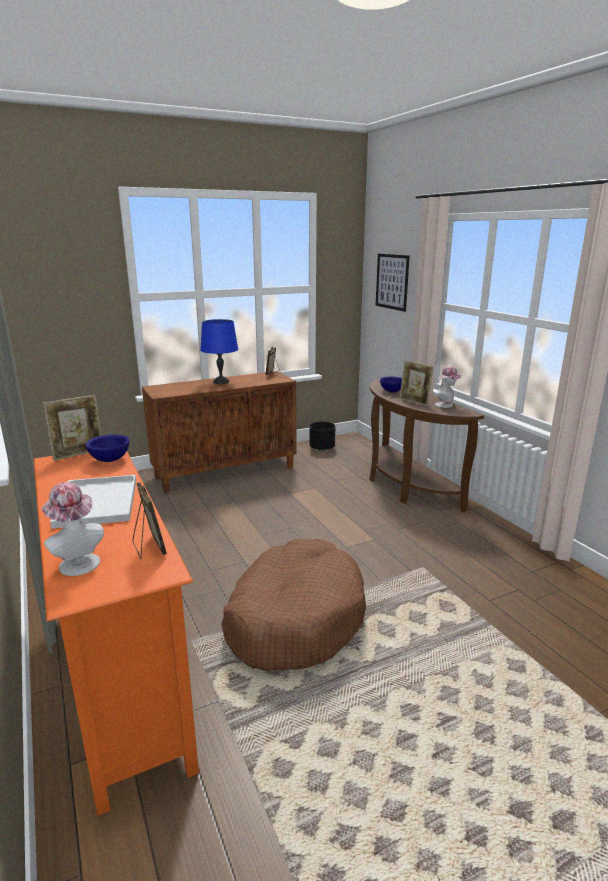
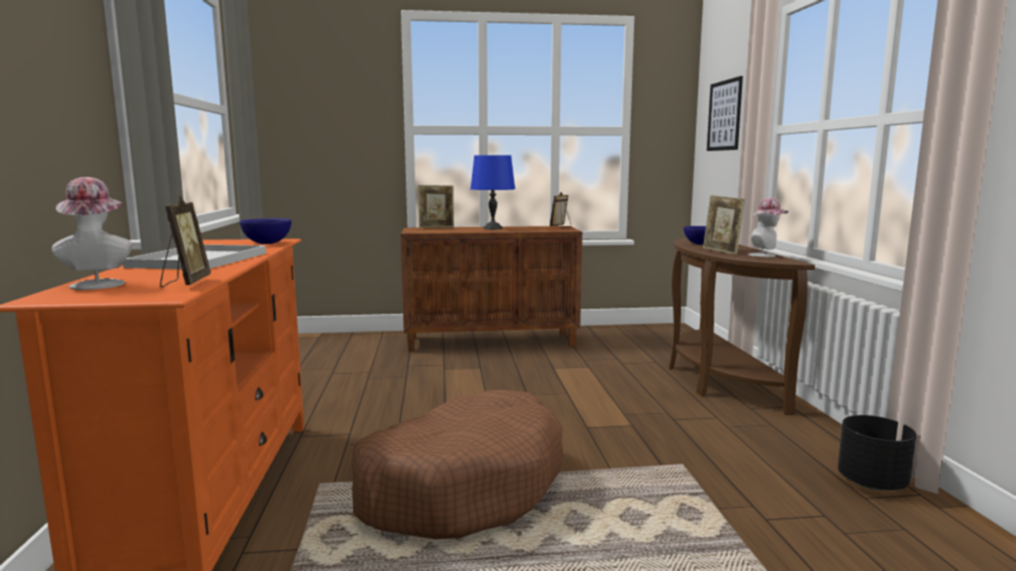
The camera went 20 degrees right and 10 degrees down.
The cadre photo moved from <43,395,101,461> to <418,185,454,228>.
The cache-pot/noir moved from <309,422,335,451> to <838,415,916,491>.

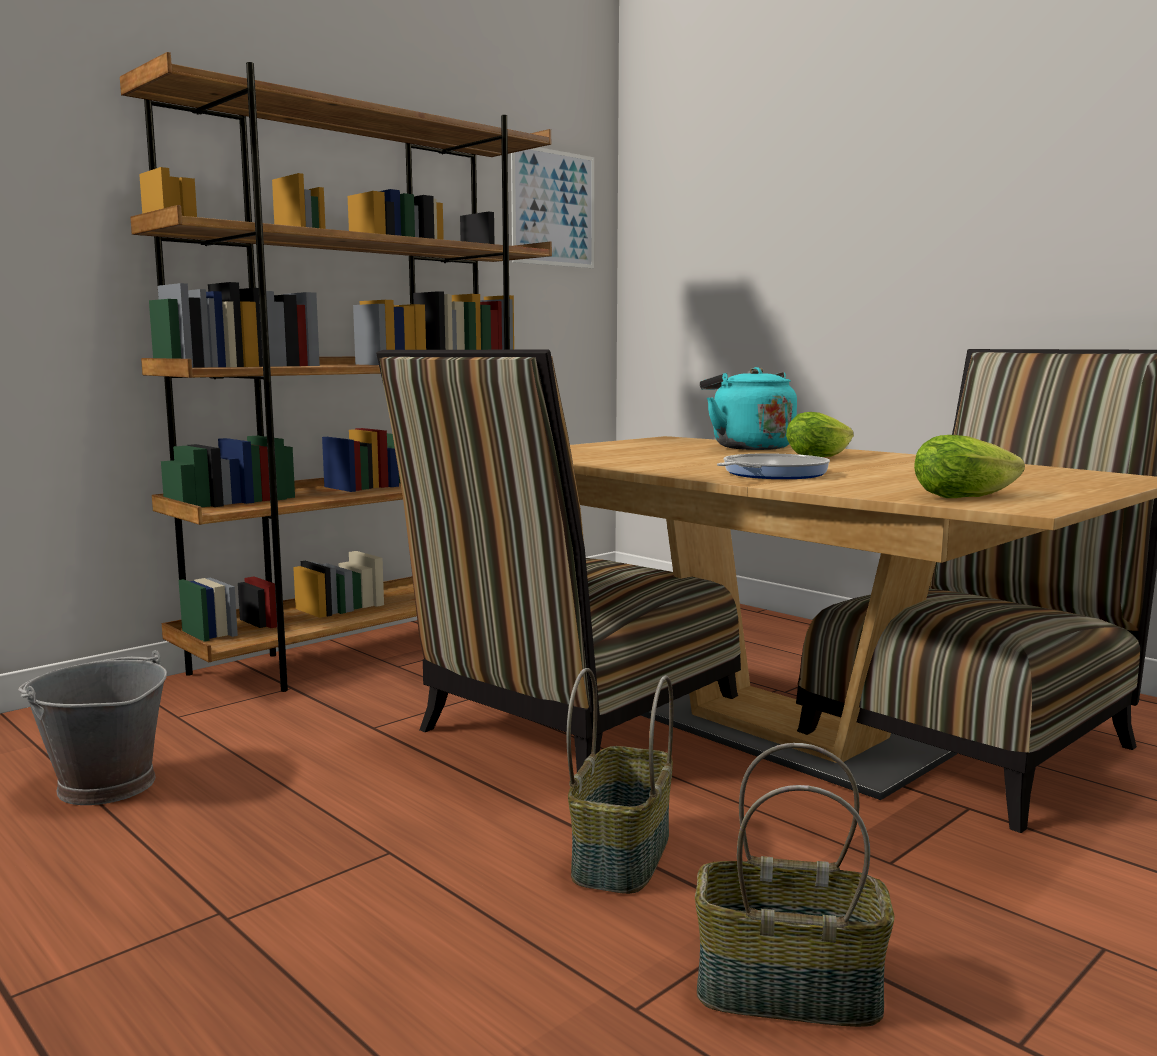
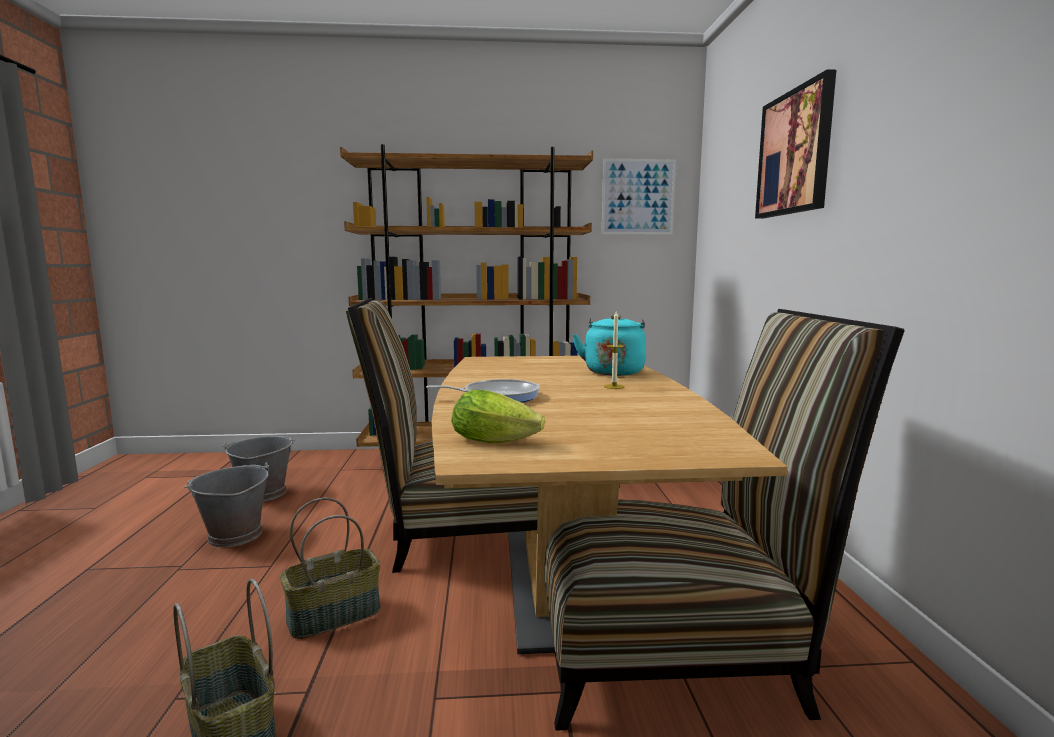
The camera went 40 degrees right and 0 degrees up.
The laitue at <786,412,854,457> was replaced by the bougie at <604,311,624,389>.
The seau/gris at <184,463,269,547> appeared.
The tableau at <755,69,836,219> appeared.

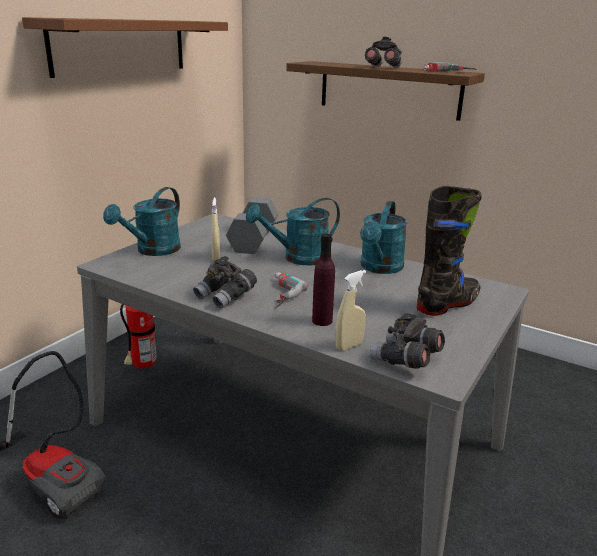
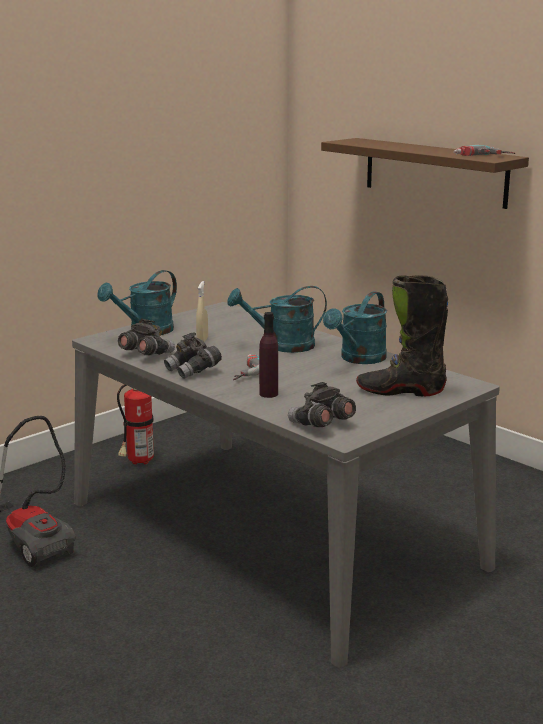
The camera went 15 degrees right and 5 degrees down.
The étagère/marron at <22,17,228,78> disappeared.
The haltère/gris at <226,197,278,254> disappeared.
The vaporisateur/beige at <335,270,366,351> disappeared.
The jumelles/gris moved from <365,37,402,68> to <118,319,175,355>.
The botte/noir at <417,186,482,316> turned 150 degrees counterclockwise.

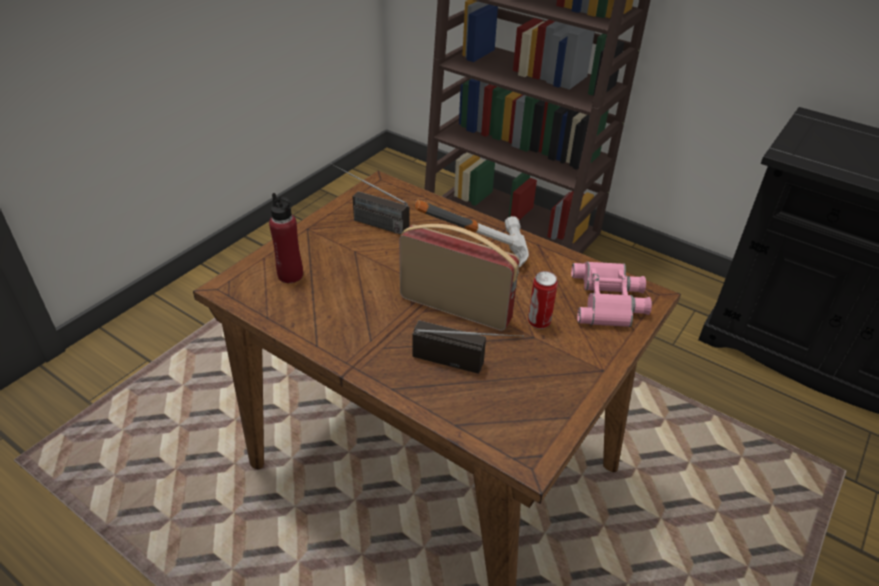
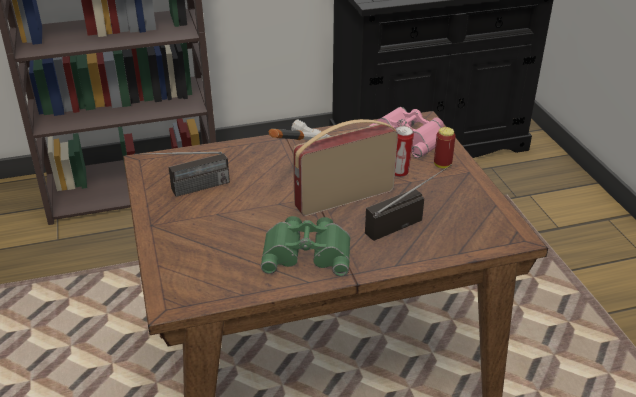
The camera went 50 degrees left and 5 degrees down.
The bouteille/rouge at <269,193,303,283> disappeared.
The jumelles/vert at <261,216,350,276> appeared.
The boîte métallique at <434,127,456,168> appeared.

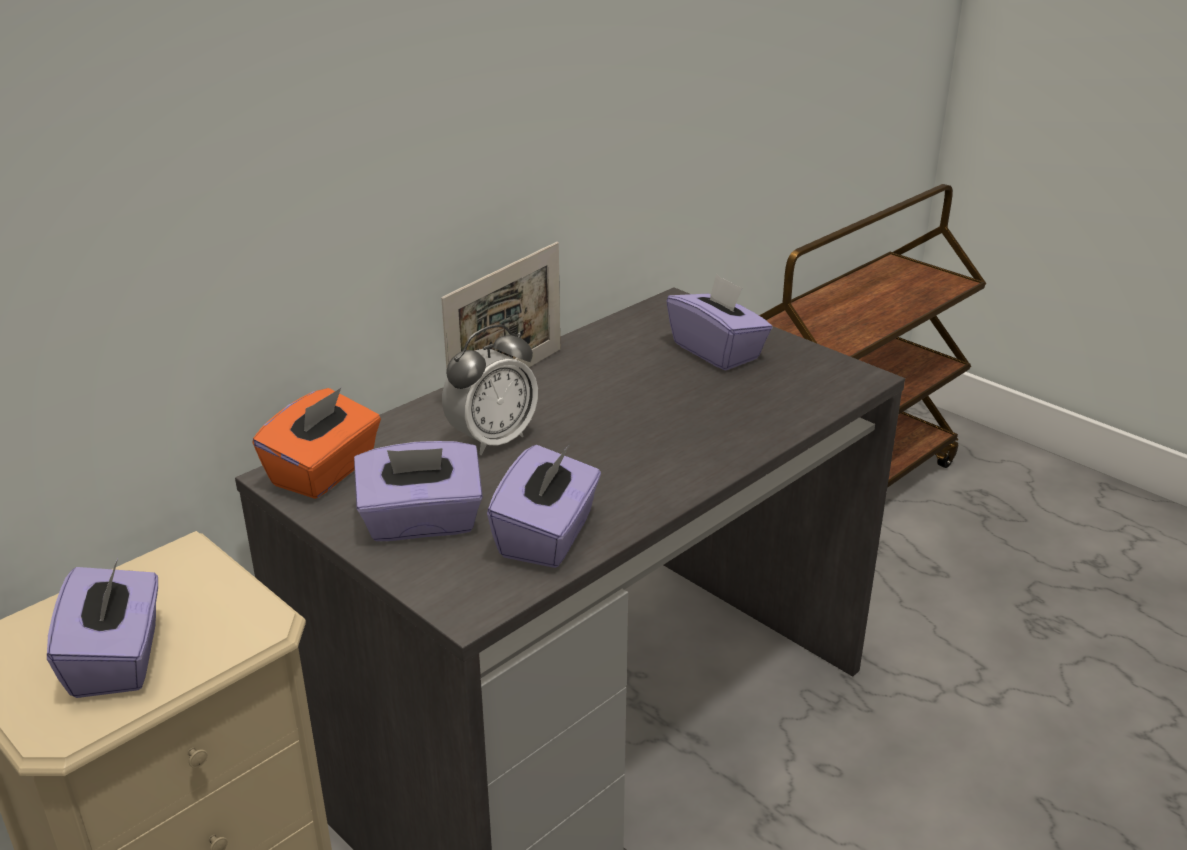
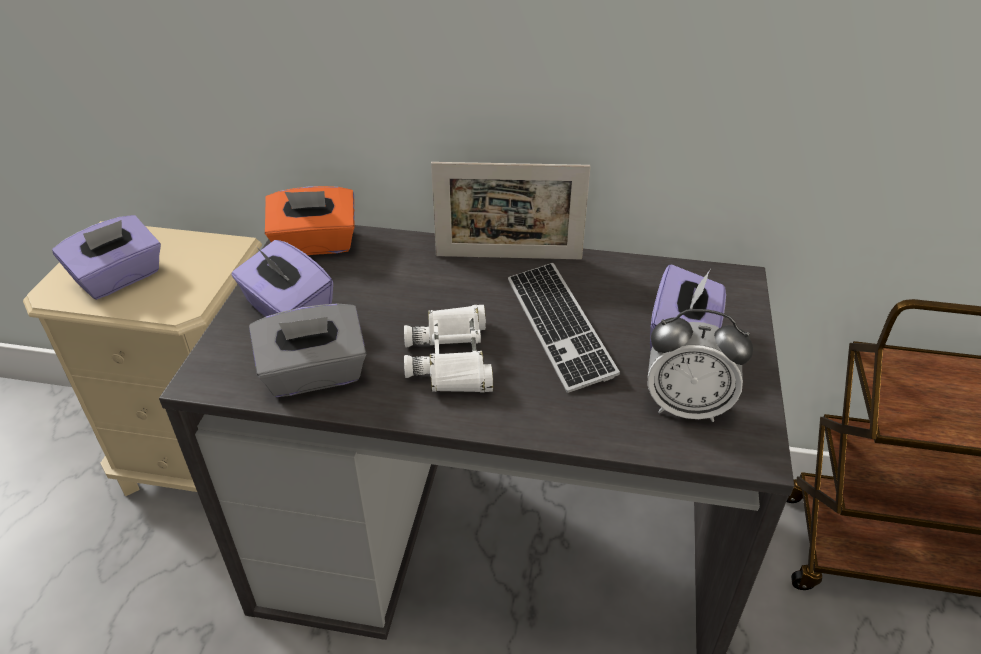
The camera went 55 degrees right and 10 degrees up.
The réveil moved from <442,325,538,455> to <648,309,753,422>.
The boîte à mouchoirs/violet at <487,445,601,568> became the boîte à mouchoirs/gris at <249,304,366,397>.
The jumelles/blanc at <404,305,493,393> appeared.
The clavier at <508,263,620,393> appeared.

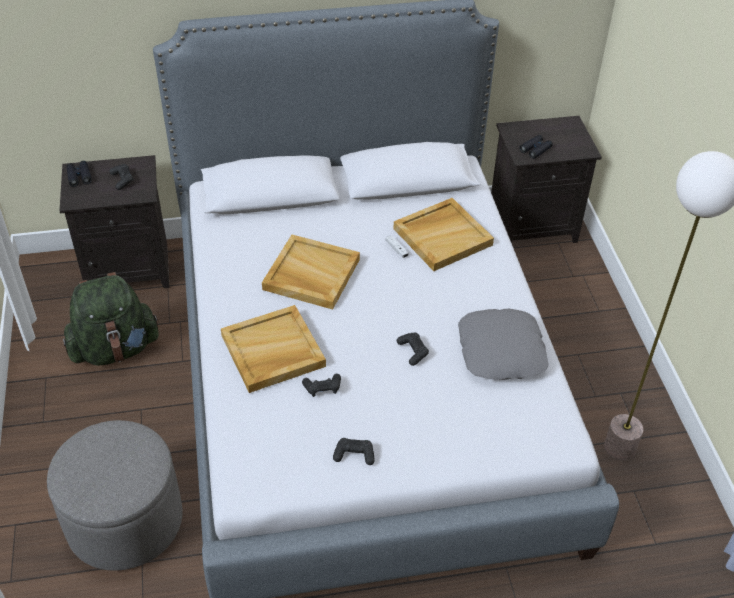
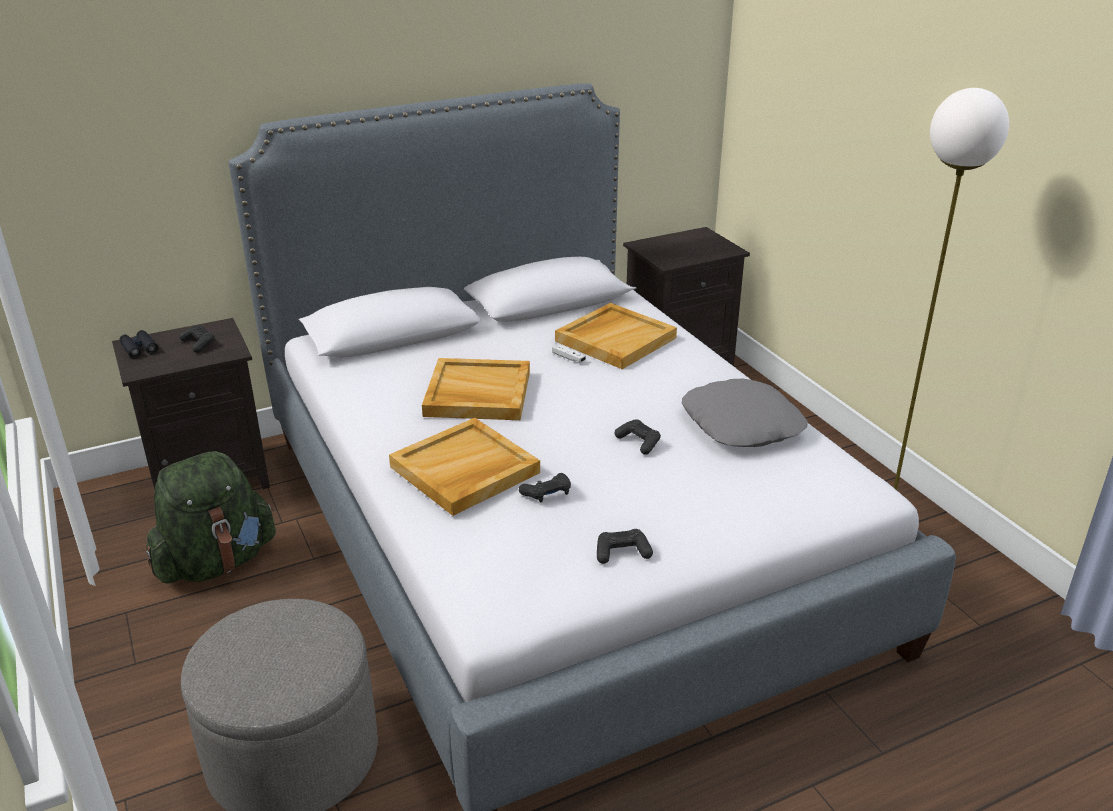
The camera went 15 degrees left and 15 degrees down.
The jumelles/noir at <519,135,553,159> disappeared.

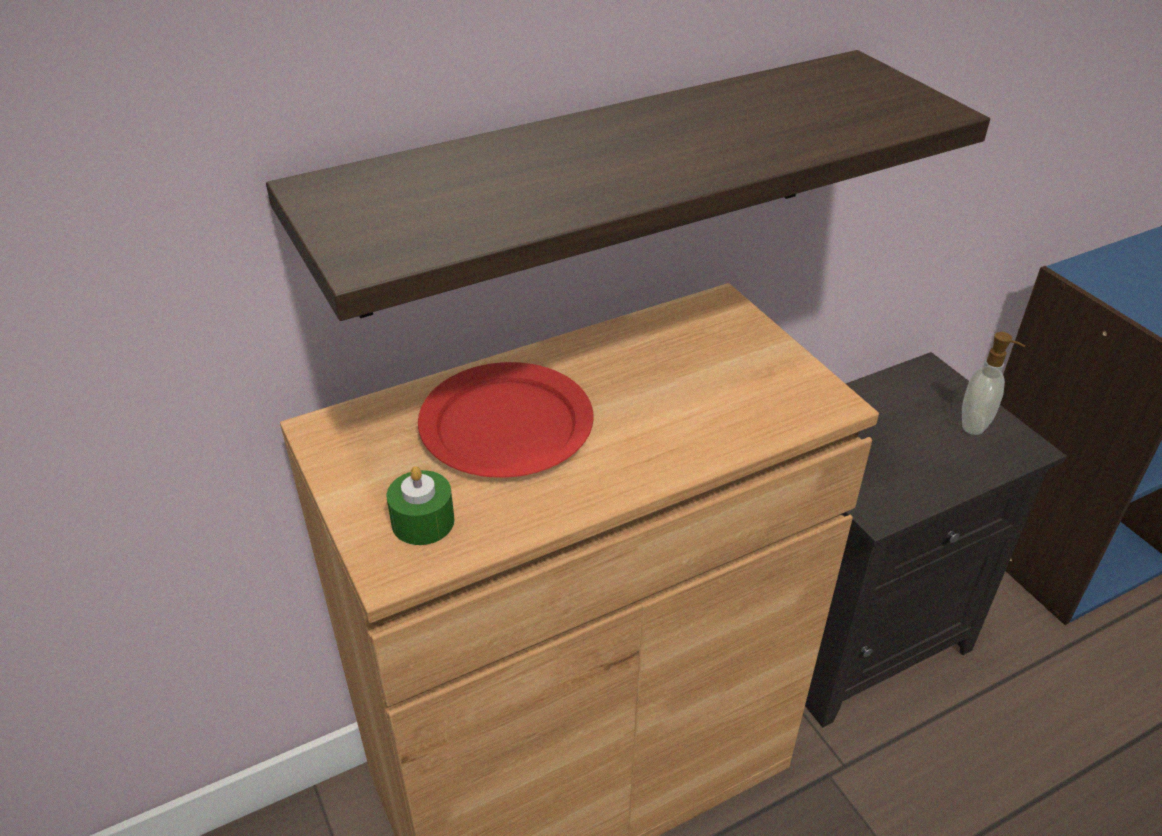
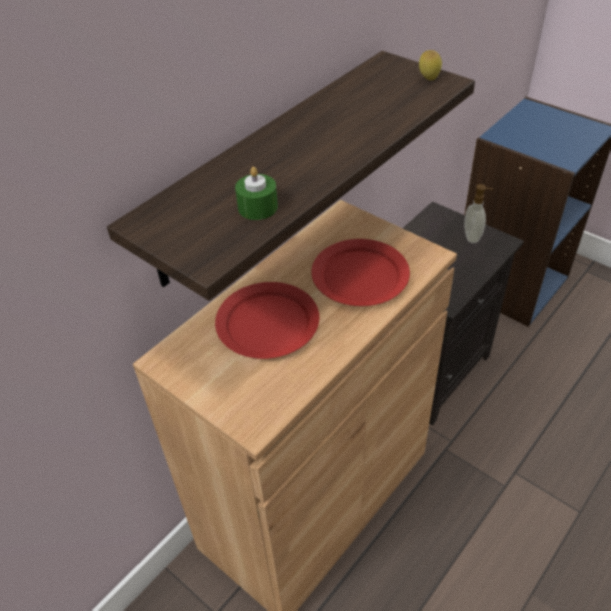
The camera went 20 degrees left and 5 degrees up.
The bougie/vert moved from <387,466,455,545> to <235,167,278,220>.
The assiette/rouge at <311,239,410,306> appeared.
The citron at <419,50,442,80> appeared.

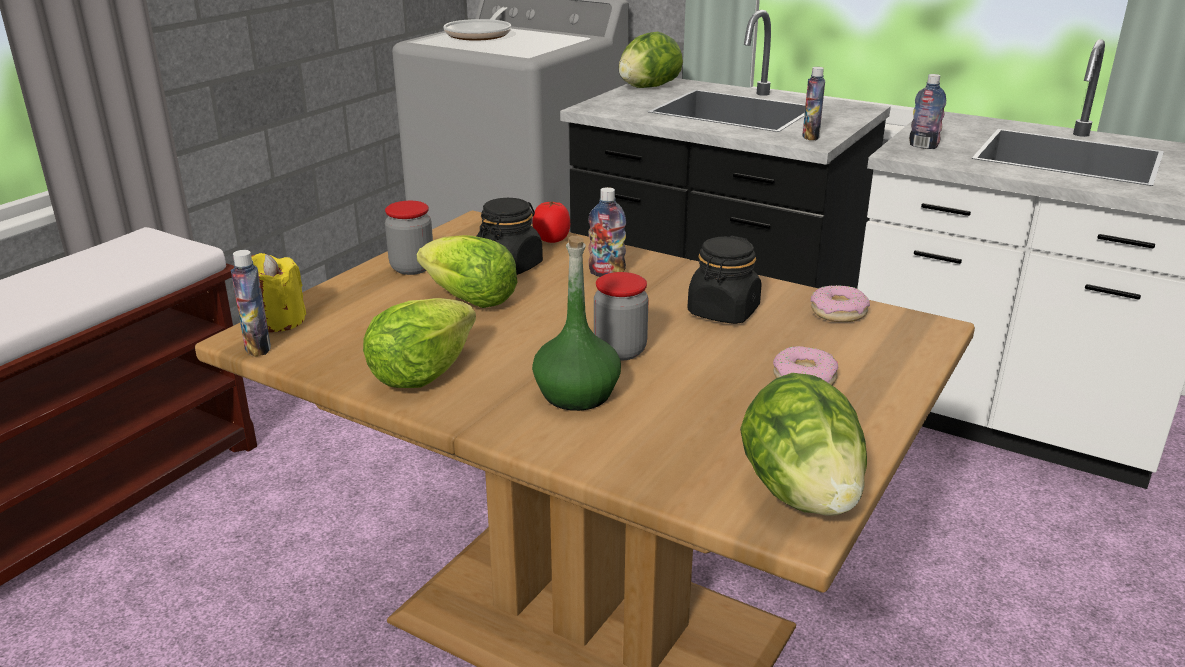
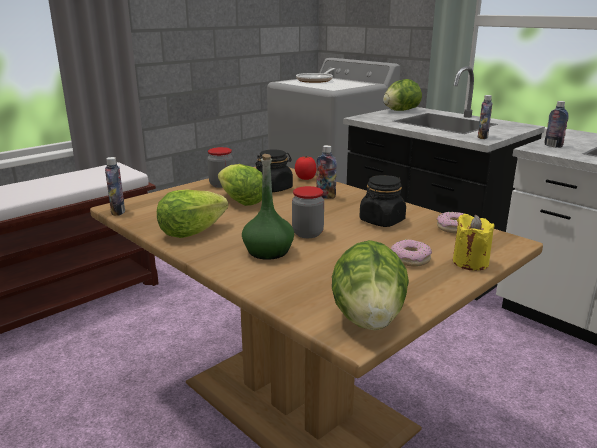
The camera went 15 degrees right and 5 degrees down.
The bougie/jaune moved from <251,253,306,332> to <453,214,494,270>.

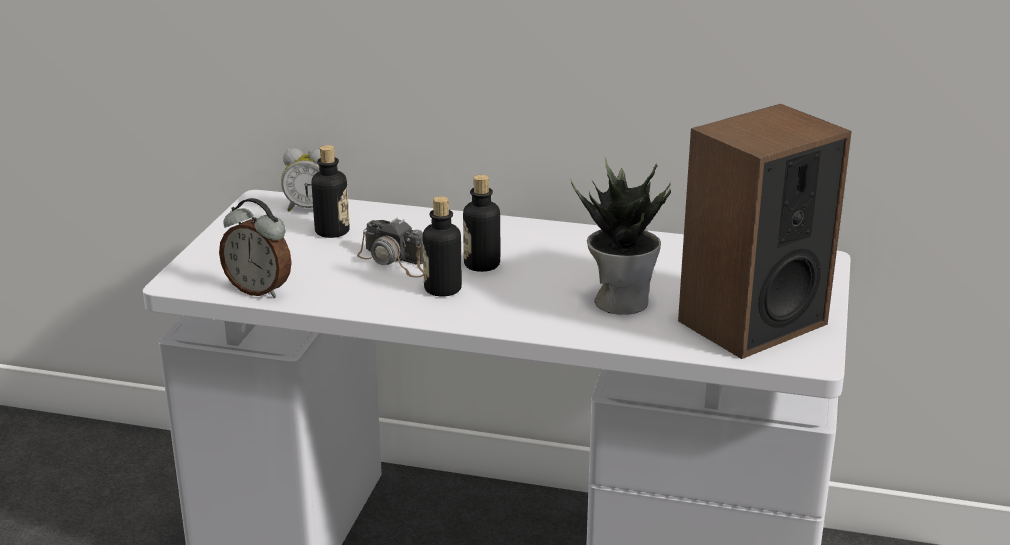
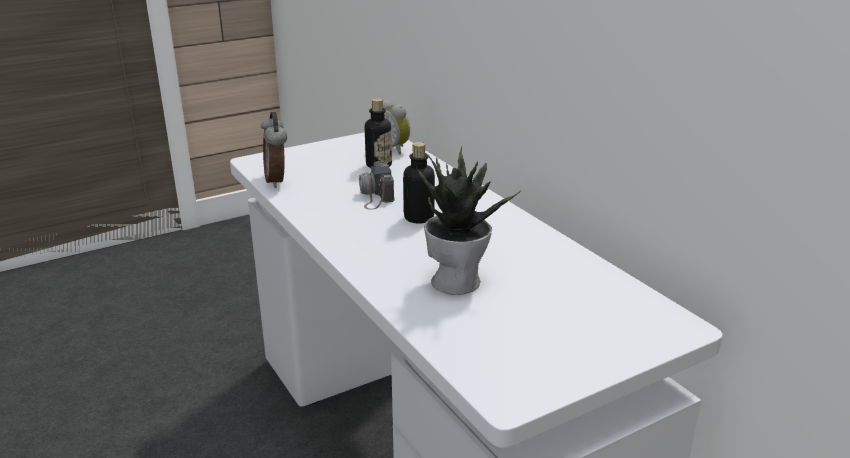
The camera went 45 degrees right and 0 degrees up.
The bouteille at <423,196,462,296> disappeared.
The enceinte at <678,104,852,359> disappeared.

